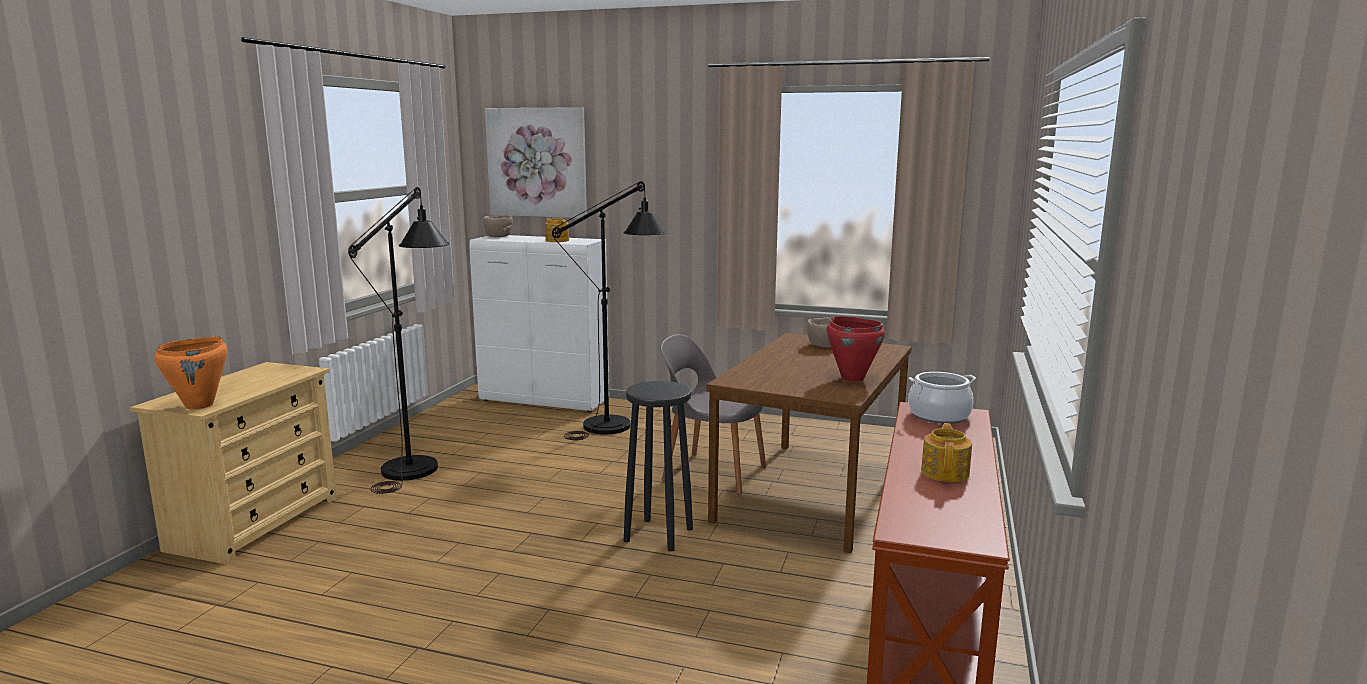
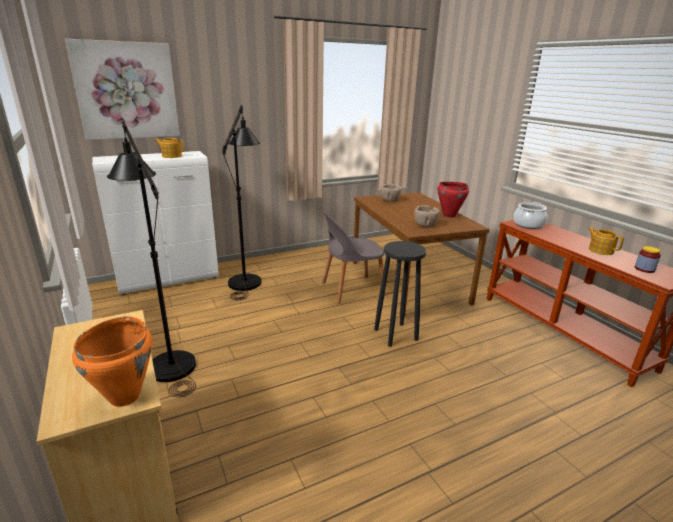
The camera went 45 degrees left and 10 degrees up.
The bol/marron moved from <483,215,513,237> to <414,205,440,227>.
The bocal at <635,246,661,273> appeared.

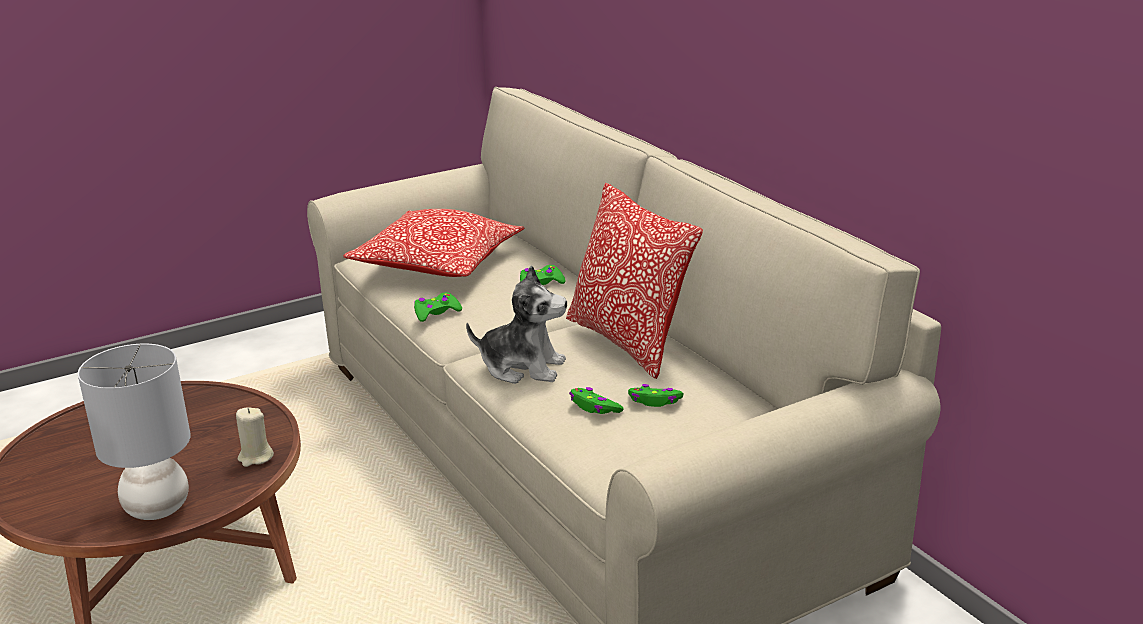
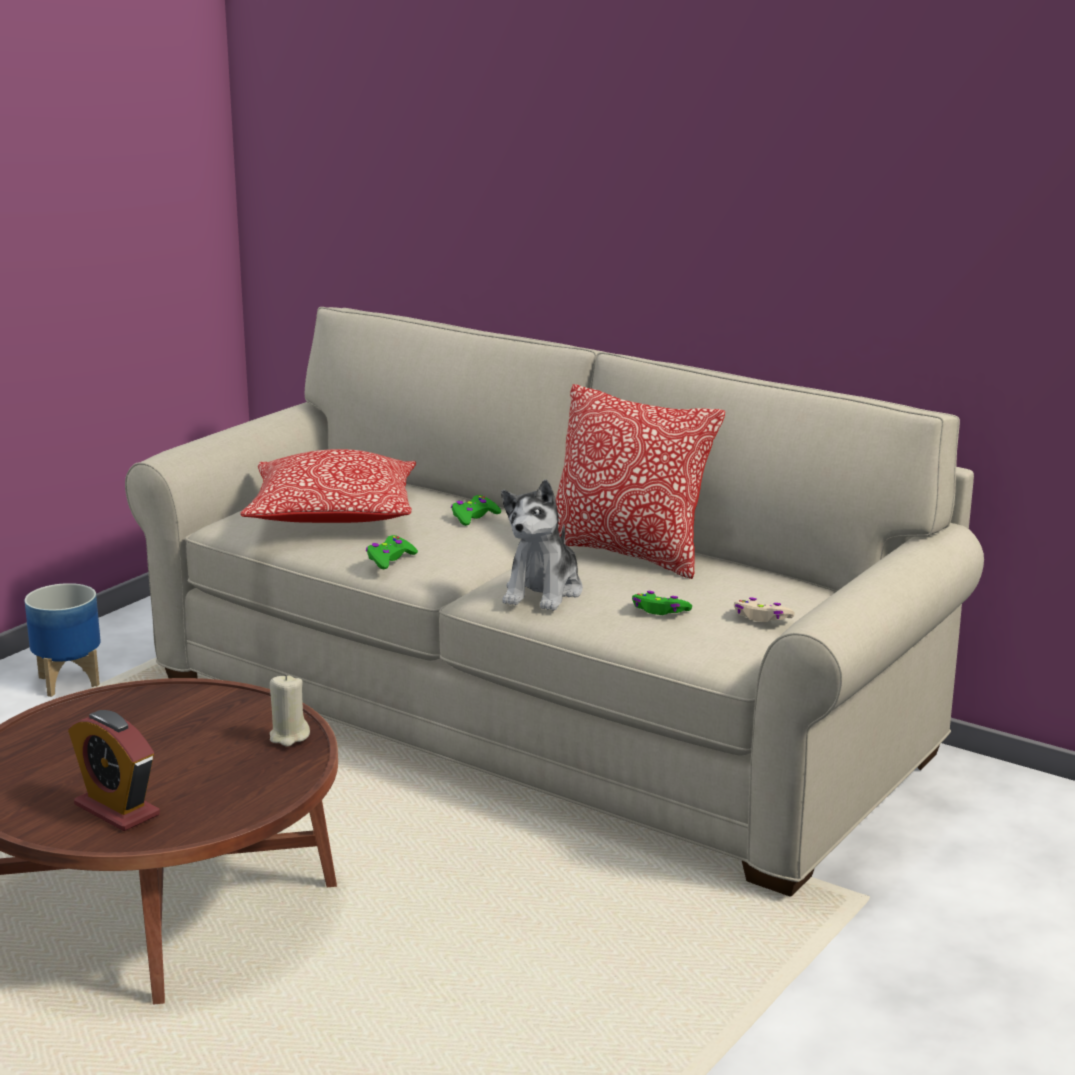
The camera went 25 degrees left and 5 degrees down.
The lampe de table/gris at <78,344,190,520> disappeared.
The peluche at <466,265,567,384> turned 120 degrees clockwise.
The manette/vert at <628,384,683,407> disappeared.
The cache-pot at <25,583,101,697> appeared.
The réveil at <68,710,160,831> appeared.
The manette/beige at <734,597,795,622> appeared.

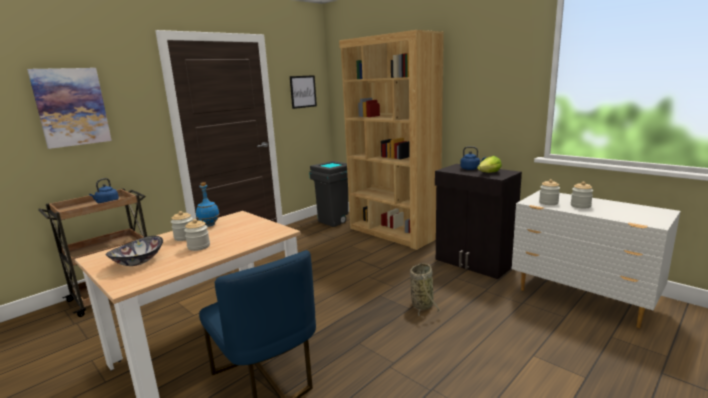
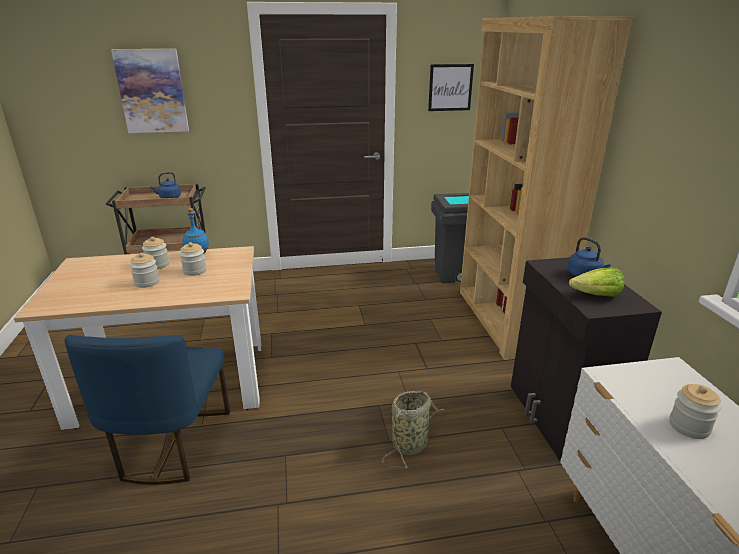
The camera went 35 degrees right and 10 degrees up.
The bol at <106,236,163,266> disappeared.
The bocal moved from <539,179,560,205> to <180,242,207,276>.

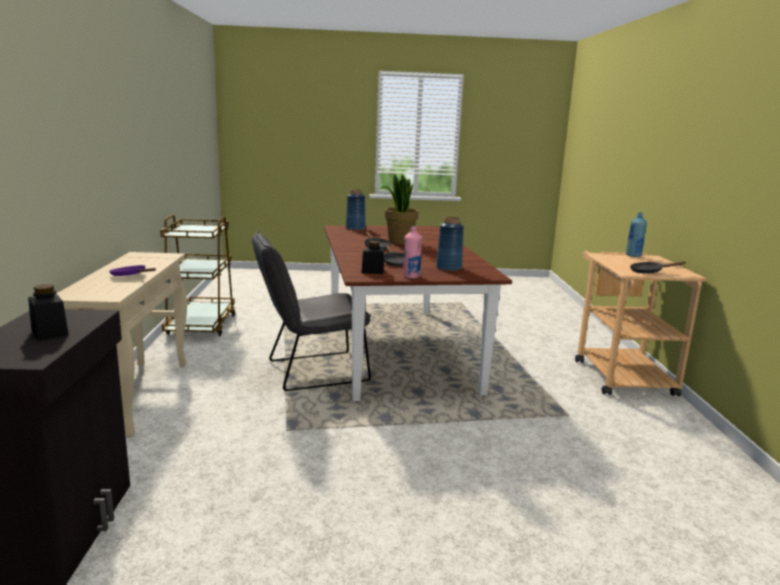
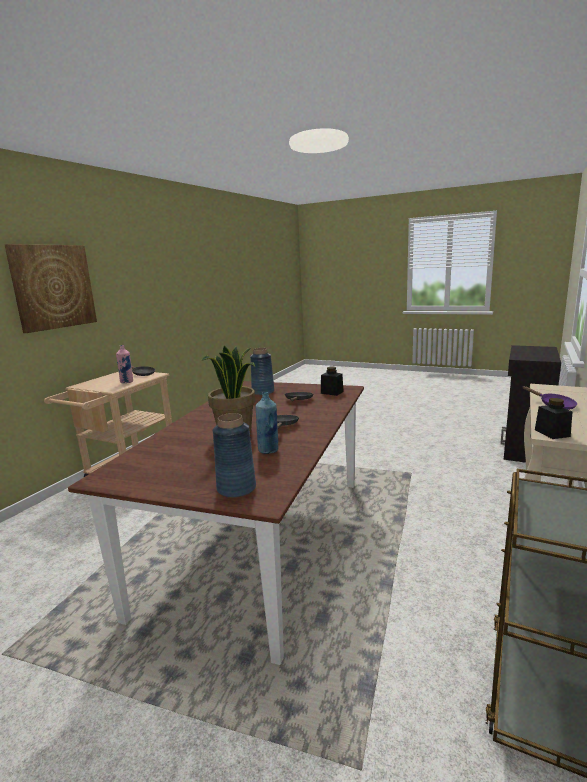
The camera went 150 degrees left and 0 degrees up.
The bocal/noir moved from <28,284,69,341> to <535,398,572,439>.
The chaise/gris at <252,232,371,391> disappeared.
The bouteille/rose moved from <403,226,422,279> to <116,345,133,383>.
The bouteille/bleu moved from <626,212,647,257> to <256,392,278,454>.
The tableau at <4,244,97,333> appeared.

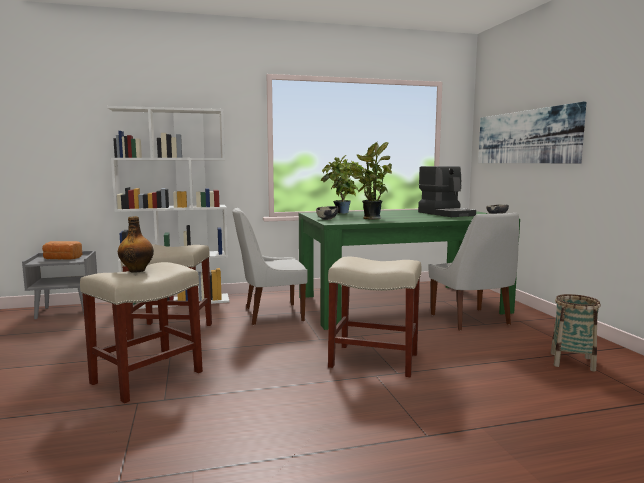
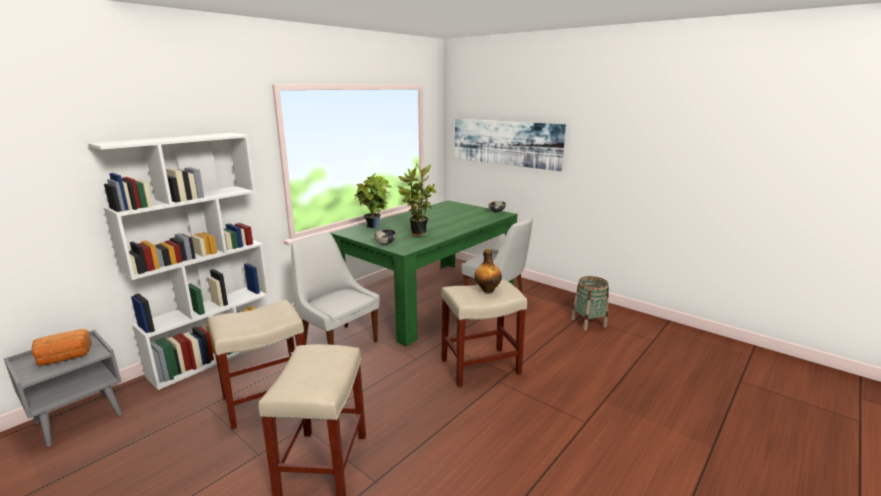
The camera went 35 degrees left and 10 degrees up.
The bouteille moved from <118,216,154,273> to <474,249,502,293>.
The chaise/blanc at <232,207,308,325> turned 90 degrees clockwise.
The machine à café at <418,166,476,217> disappeared.

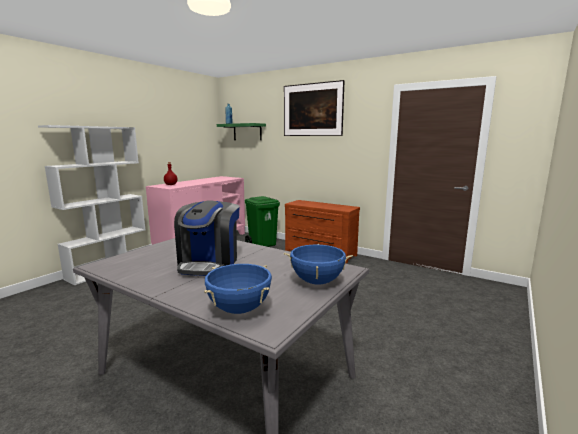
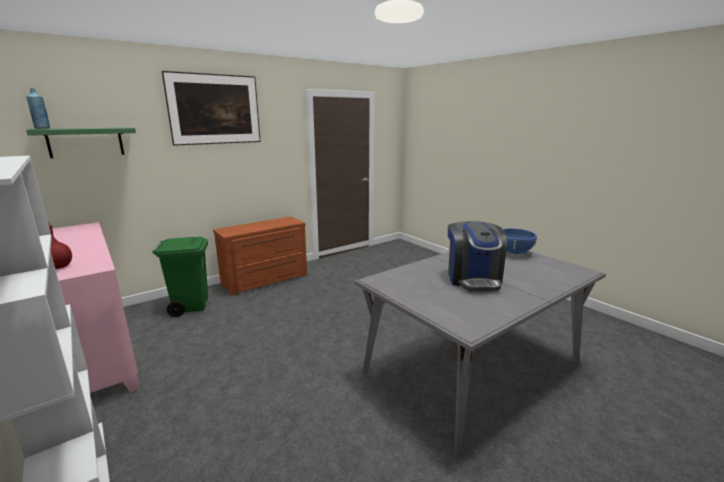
The camera went 70 degrees left and 5 degrees up.
The machine à café at <174,200,240,276> turned 60 degrees clockwise.
The marmite/bleu at <204,264,272,314> disappeared.

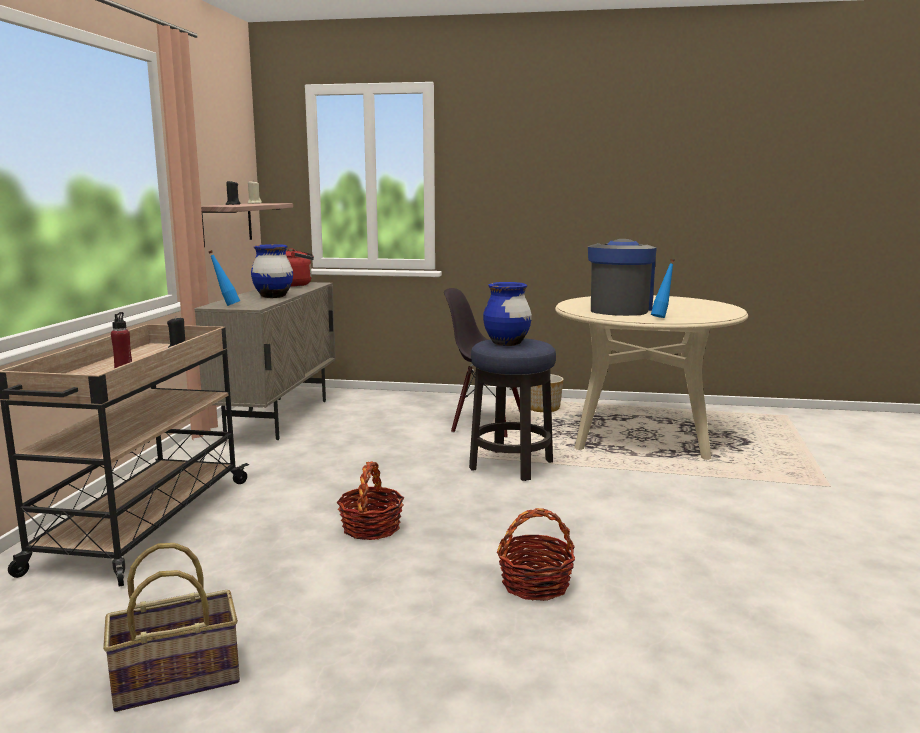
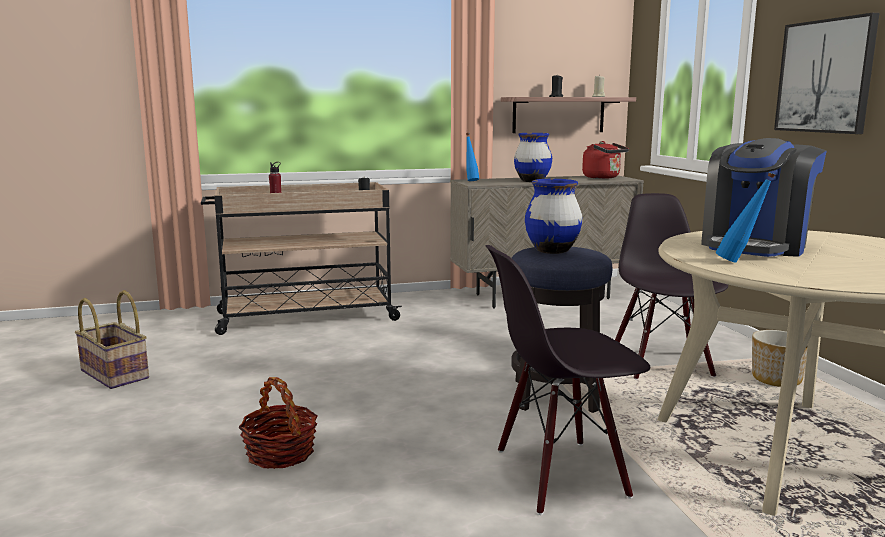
The camera went 65 degrees right and 0 degrees up.
The panier at <337,462,404,540> disappeared.
The machine à café at <588,239,657,316> turned 135 degrees clockwise.
The chaise/noir at <485,245,650,515> appeared.
The tableau at <774,13,879,134> appeared.

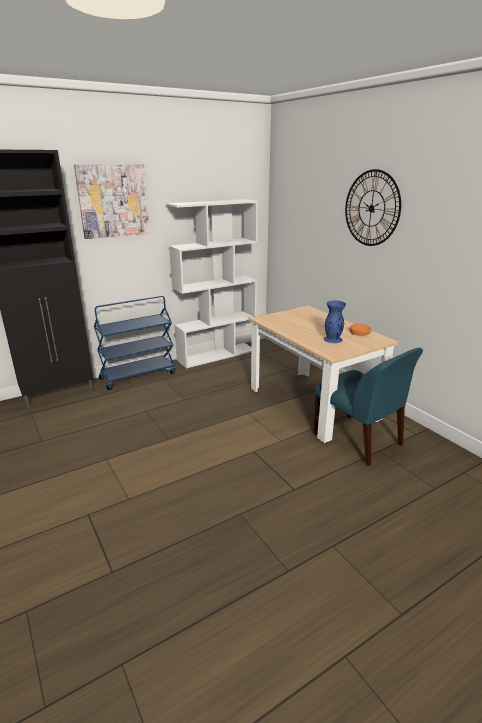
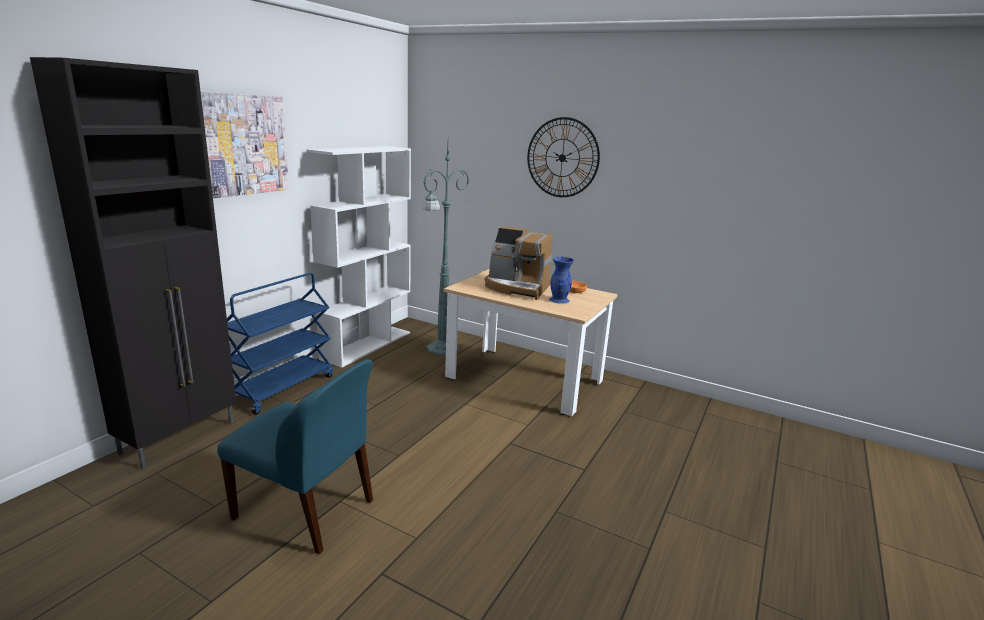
The camera went 30 degrees left and 5 degrees down.
The chaise/bleu moved from <314,348,423,466> to <217,359,373,554>.
The lampadaire/vert at <423,143,469,356> appeared.
The machine à café at <485,227,553,300> appeared.

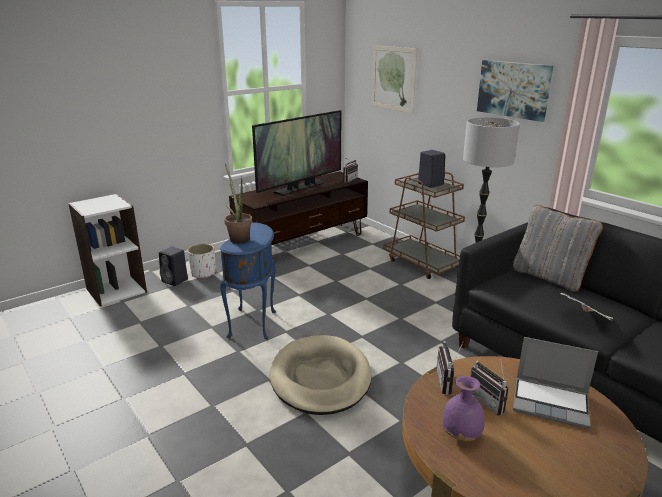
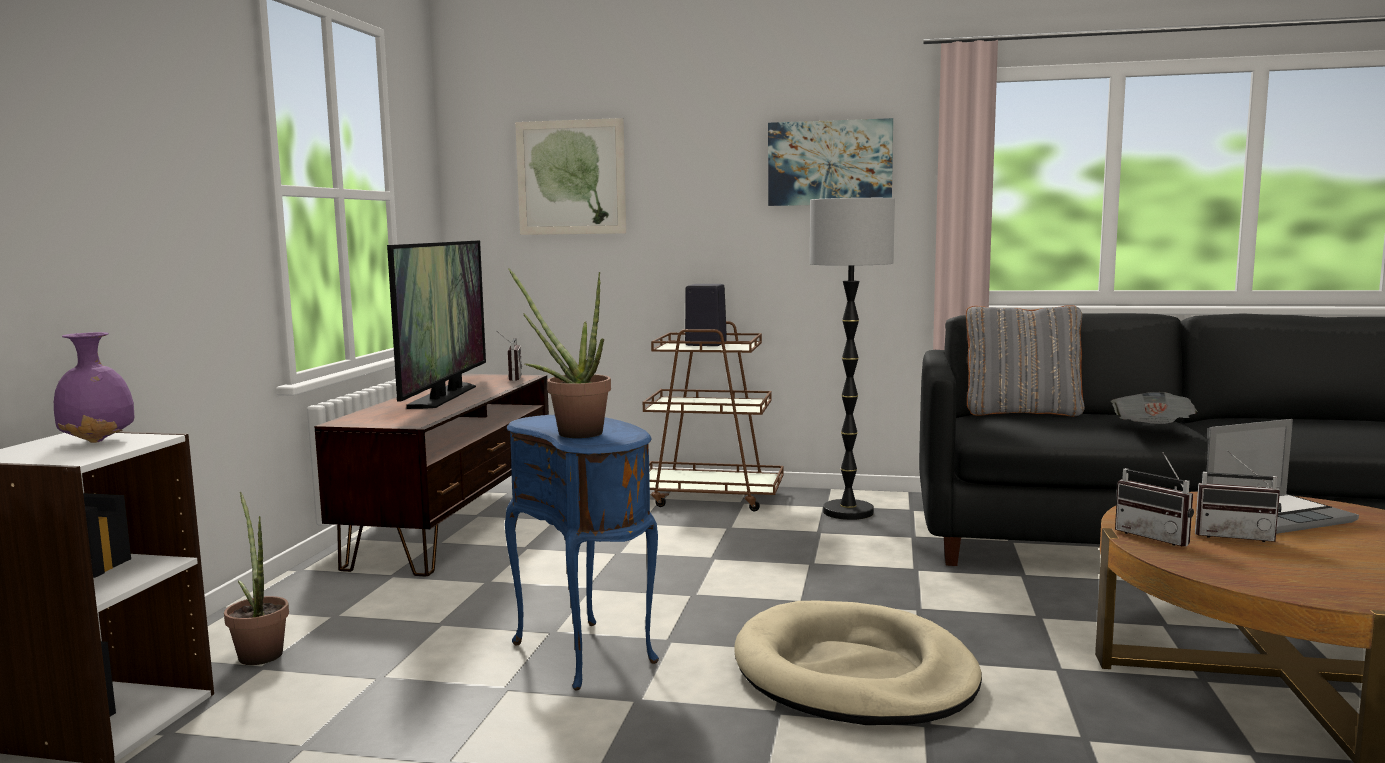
The camera went 40 degrees left and 15 degrees down.
The enceinte/noir at <159,246,188,286> was replaced by the plante en pot at <224,492,289,665>.
The cache-pot/blanc at <187,244,216,278> disappeared.
The vase/violet moved from <442,376,485,441> to <54,332,134,443>.

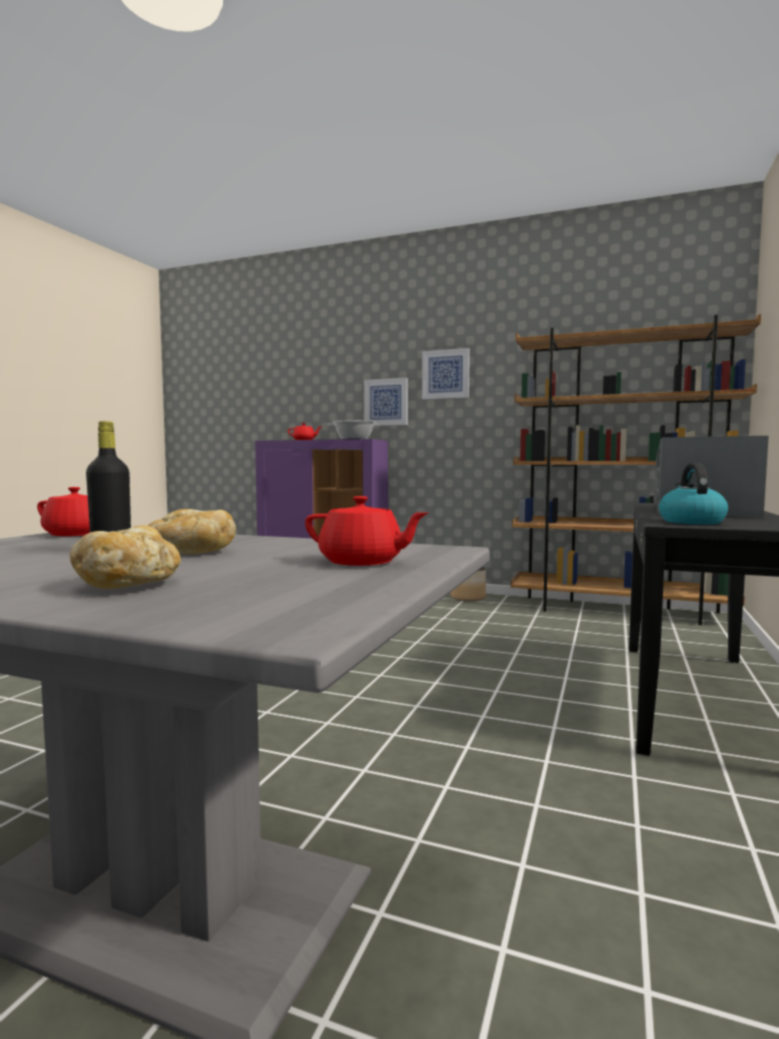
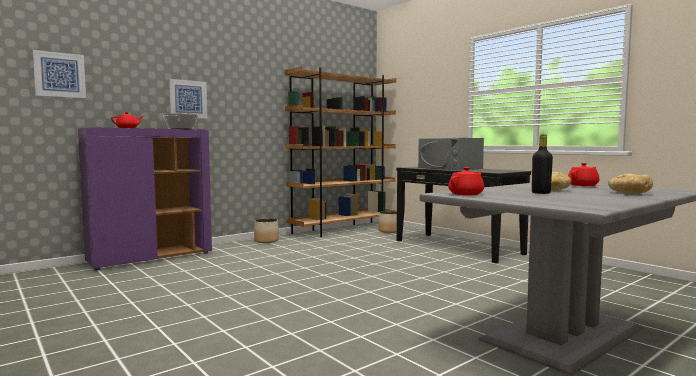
The camera went 60 degrees left and 0 degrees up.
The tableau moved from <422,348,470,400> to <33,50,86,98>.
The bouilloire at <659,463,728,525> disappeared.
The cache-pot at <378,211,397,233> appeared.

